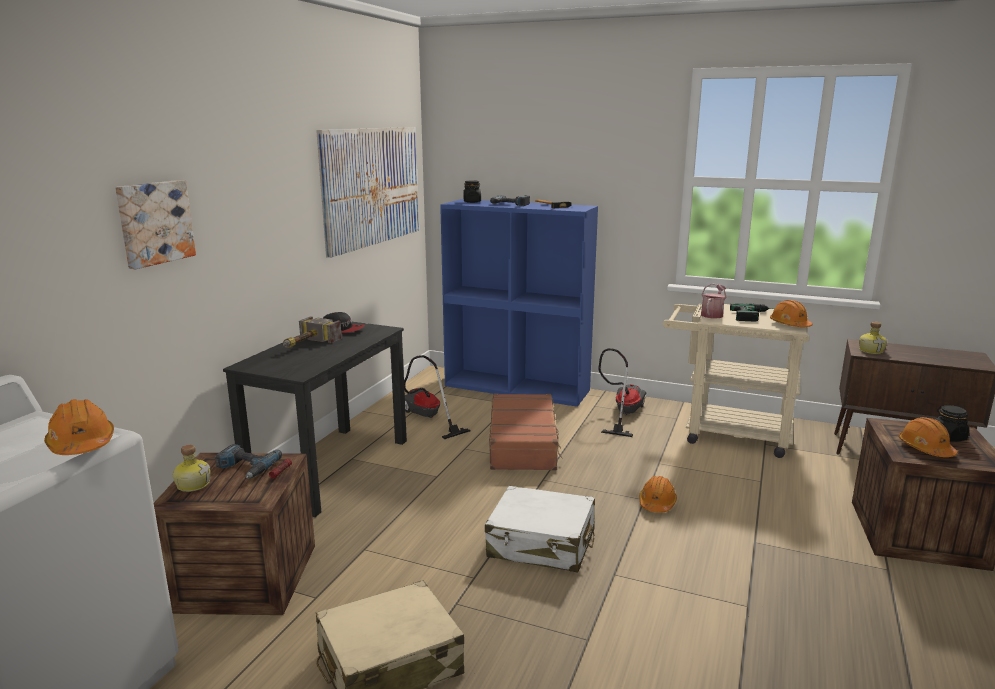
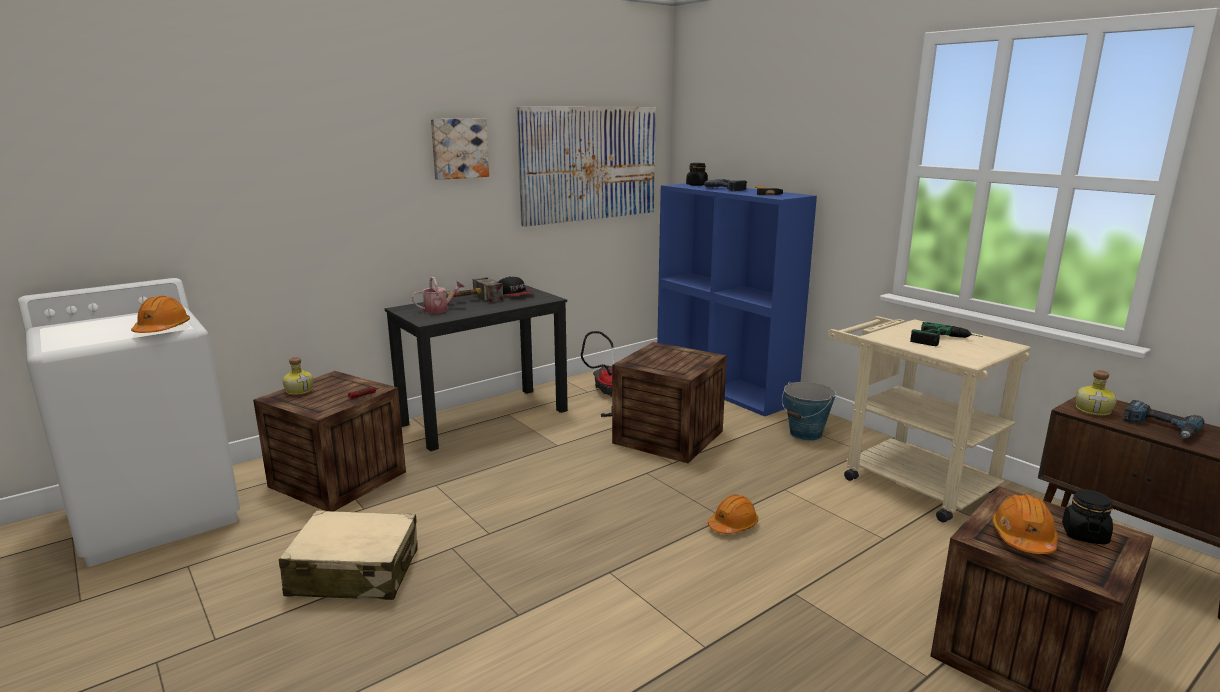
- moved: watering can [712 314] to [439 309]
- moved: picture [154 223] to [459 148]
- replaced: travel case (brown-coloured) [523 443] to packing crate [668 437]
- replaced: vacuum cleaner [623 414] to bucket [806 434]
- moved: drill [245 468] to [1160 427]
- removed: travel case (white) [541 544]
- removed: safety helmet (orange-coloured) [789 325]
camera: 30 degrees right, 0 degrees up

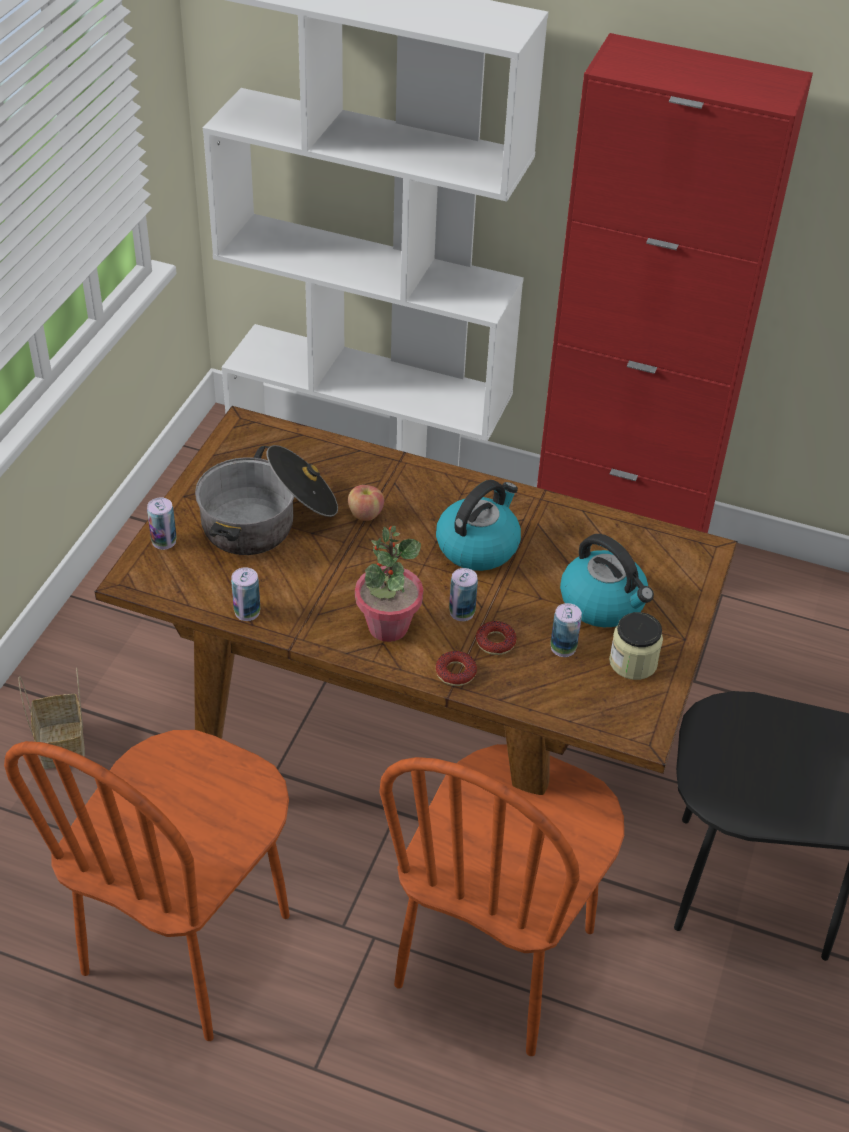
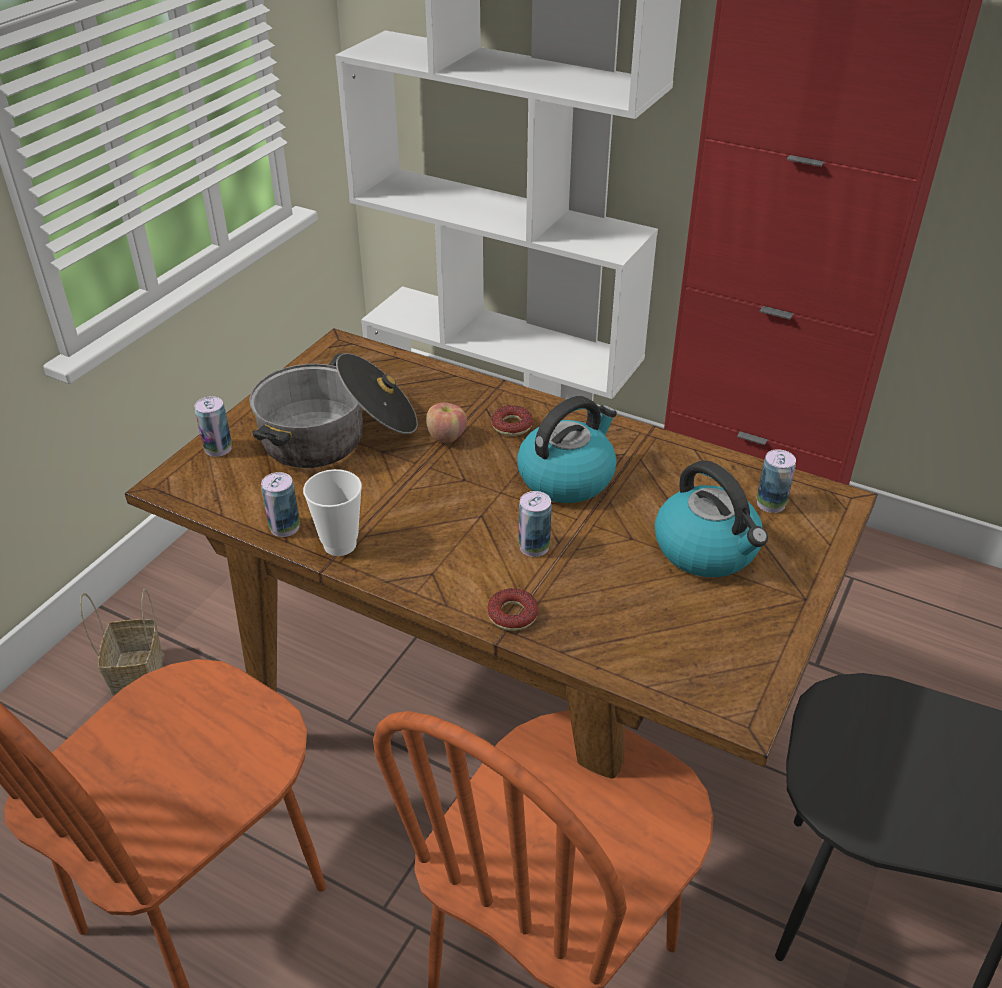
- added: cup [340 544]
- moved: donut [495 642] to [511 425]
- moved: sealed can [563 647] to [770 503]
- removed: plant in a pot [387 626]
- removed: preserve jar [633 662]
camera: 10 degrees right, 5 degrees down

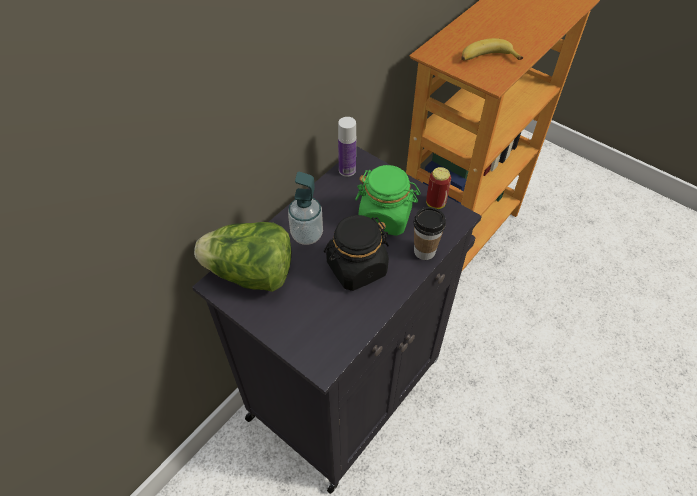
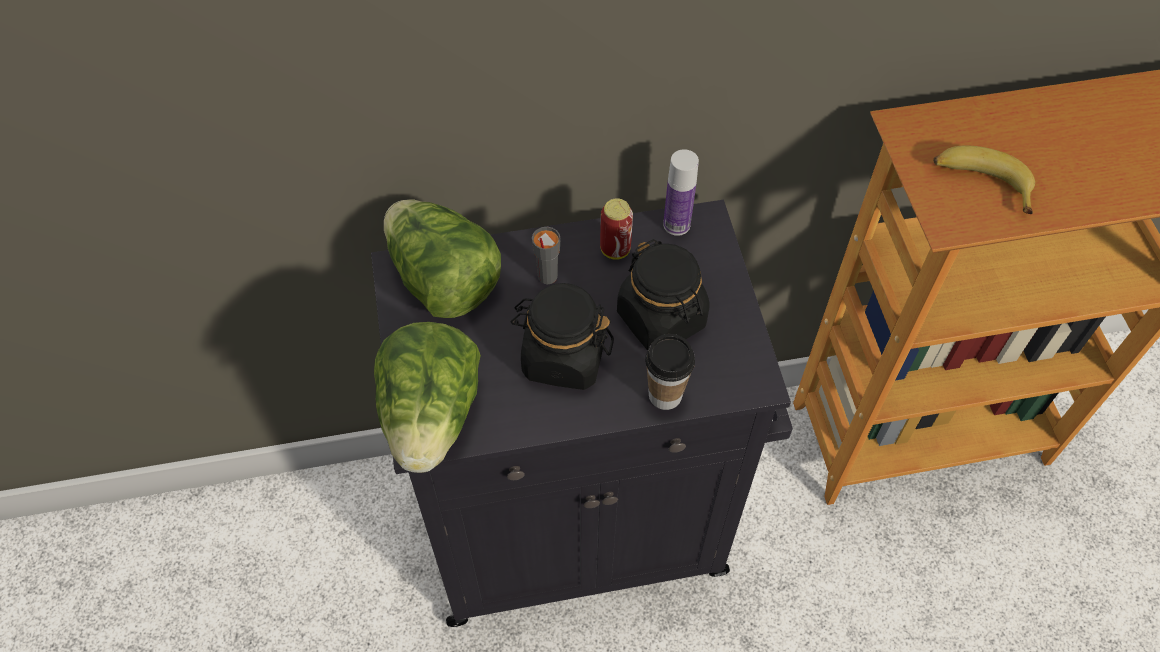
- added: head of lettuce [432 417]
- replaced: soap dispenser [307 235] to cup (gray) [547 276]
- moved: sealed can [435 203] to [615 249]
- recoloured: preserve jar (green-coloured) [385 217] to preserve jar (blackish) [662 318]
camera: 40 degrees right, 5 degrees up

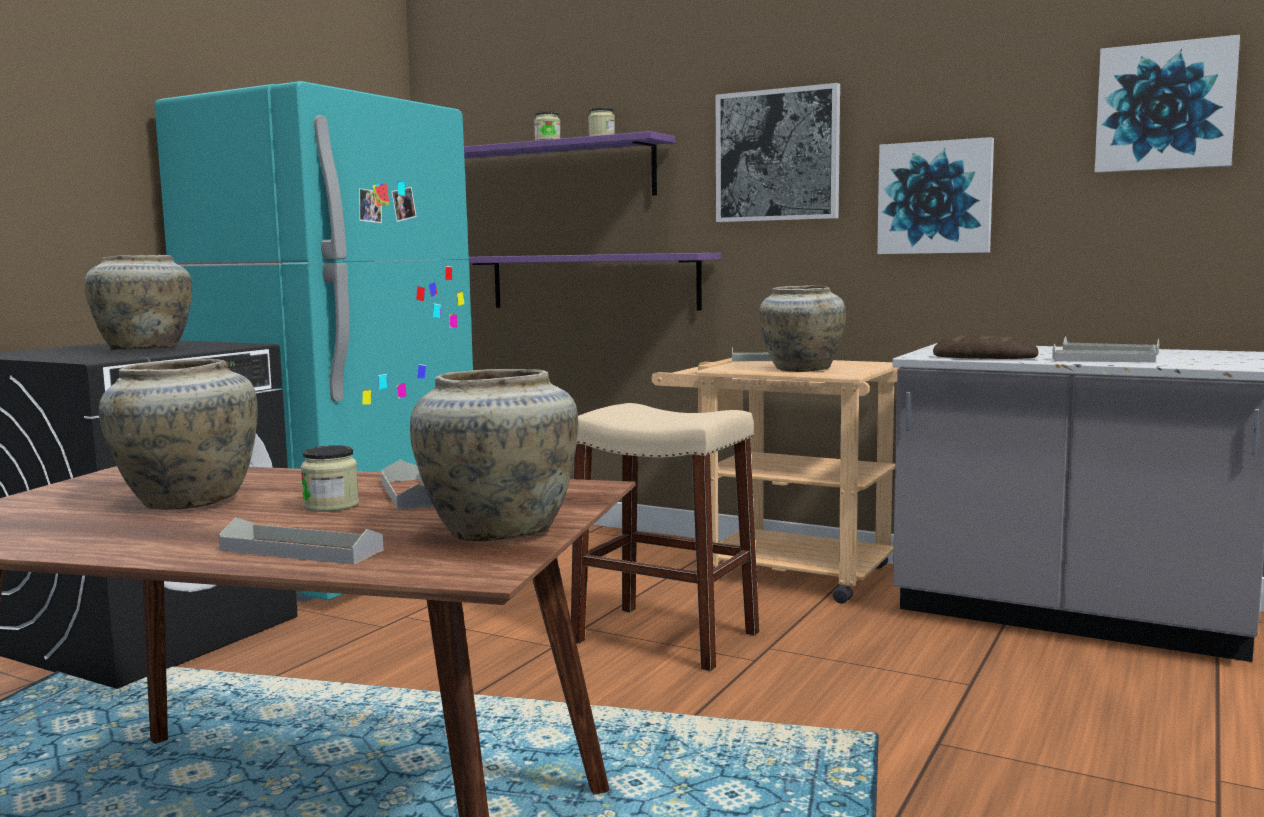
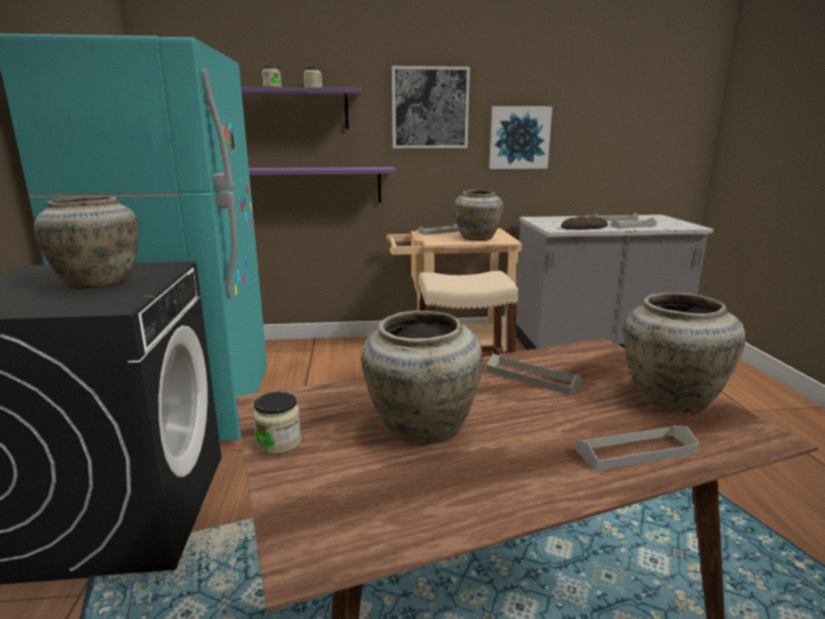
- moved: preserve jar [331 506] to [279 442]
- removed: picture [1165 107]
camera: 35 degrees left, 10 degrees up

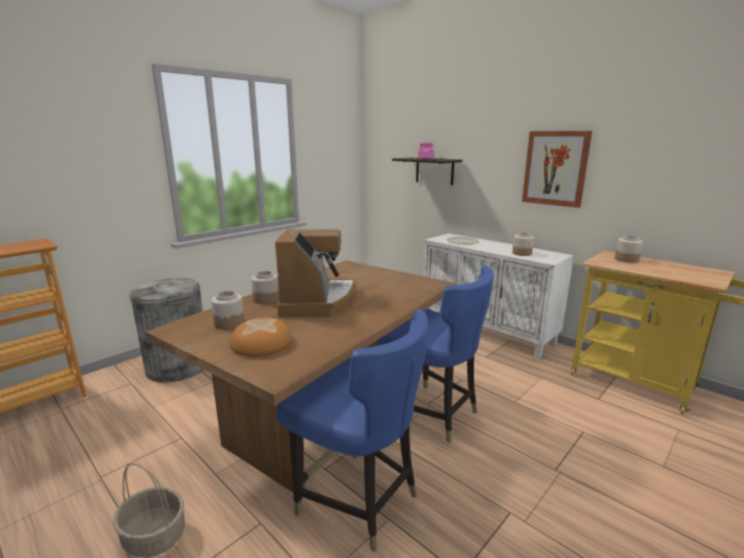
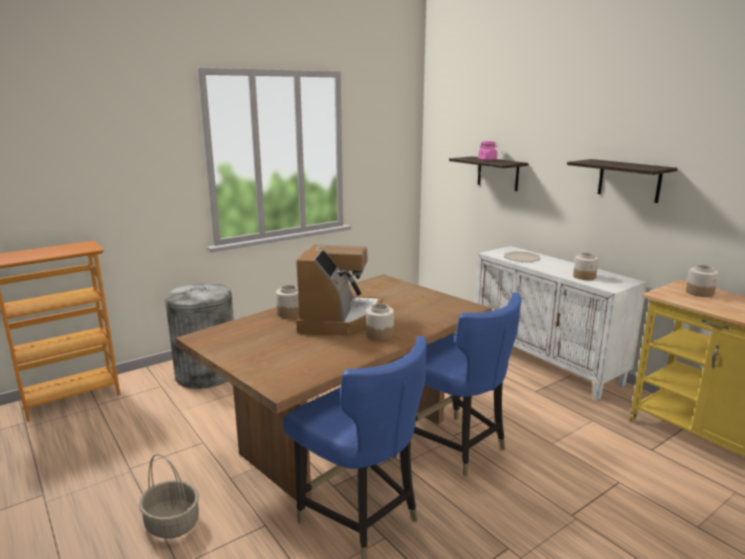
- moved: preserve jar [229 323] to [379 334]
- replaced: picture [555 168] to bracket shelf [629 180]
- removed: bakery bread [261 343]
camera: 10 degrees right, 0 degrees up

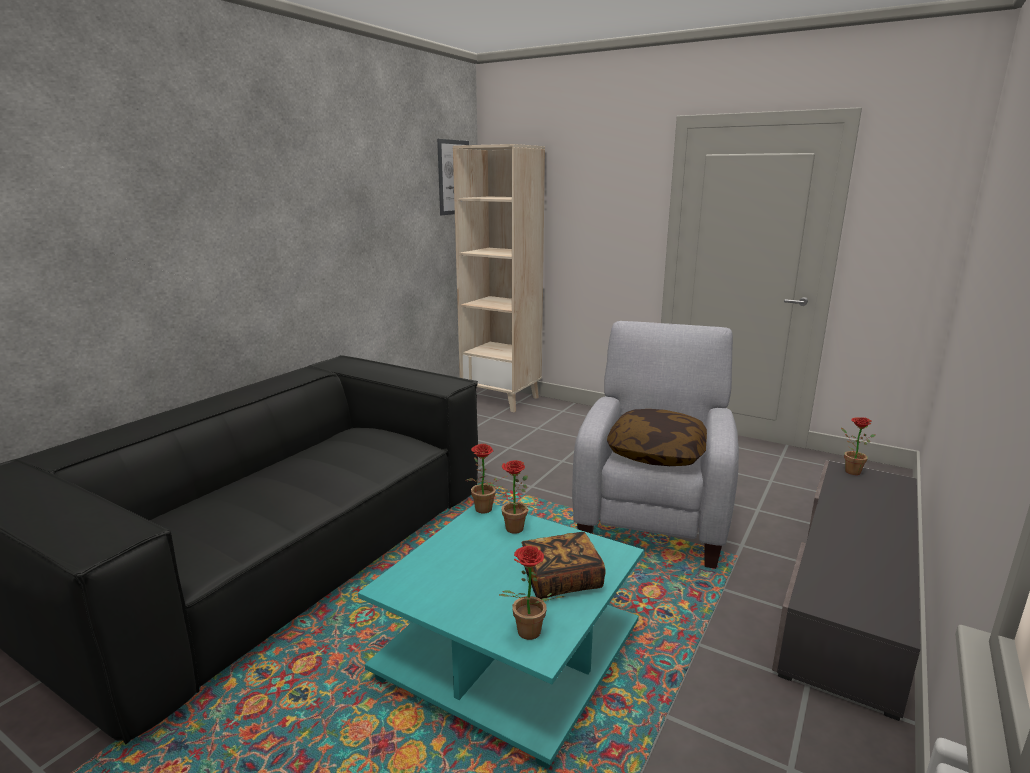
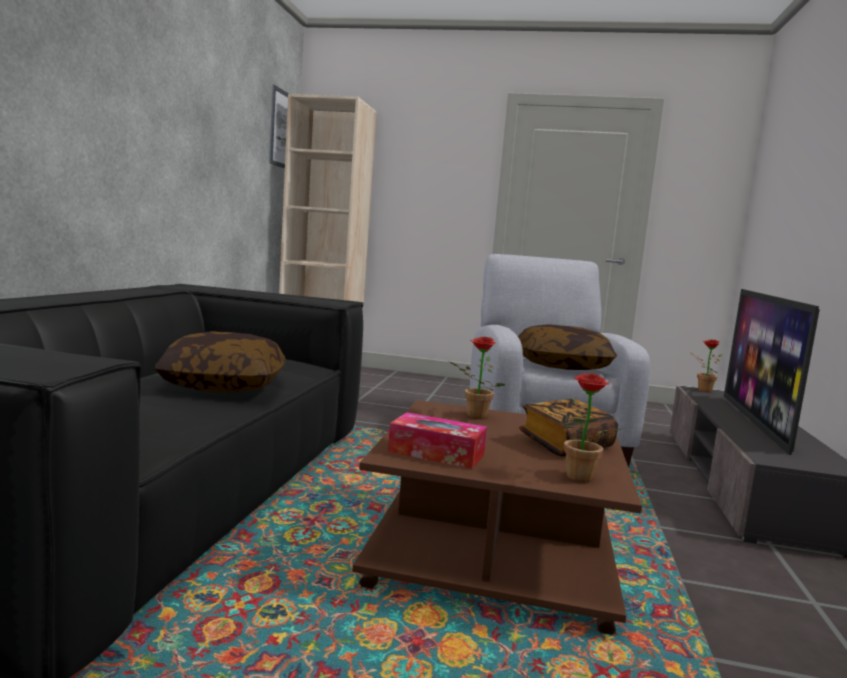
- added: throw pillow [223 385]
- recoloured: low table (turquoise) [508 654] to low table (brown-coloured) [490 551]
- added: tissue holder [436 453]
- added: TV set [756 422]
- removed: plant in a pot [483 511]
camera: 20 degrees left, 10 degrees down

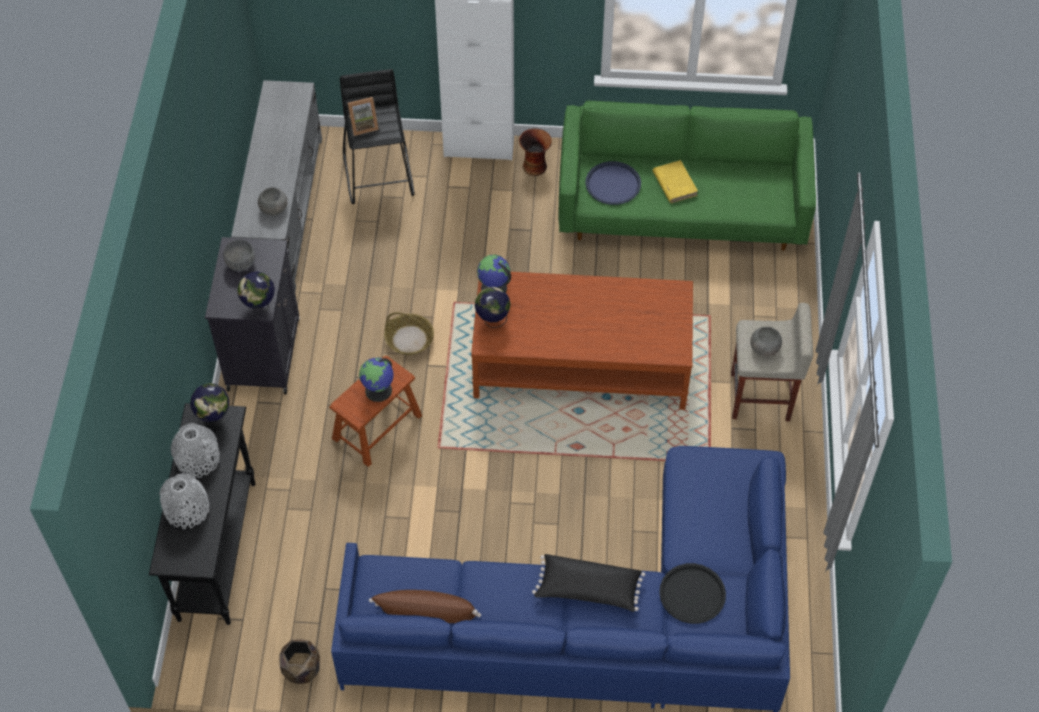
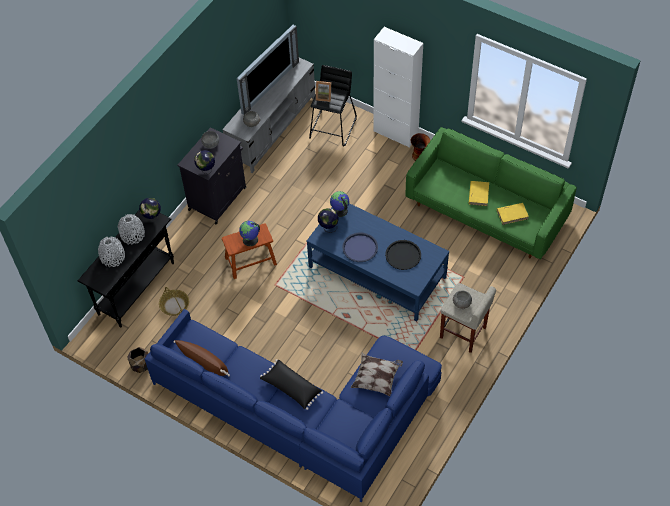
- moved: household basket [409 339] to [174 305]
- added: TV set [268 85]
- recoloured: low table (brown-coloured) [580 362] to low table (bluish) [376 272]
- moved: carrying tray (bluish) [613 184] to [360 248]
- added: throw pillow [377 379]
- moved: carrying tray (blackish) [692 594] to [403 255]
- added: volume (yellow) [512 214]
camera: 30 degrees right, 0 degrees up

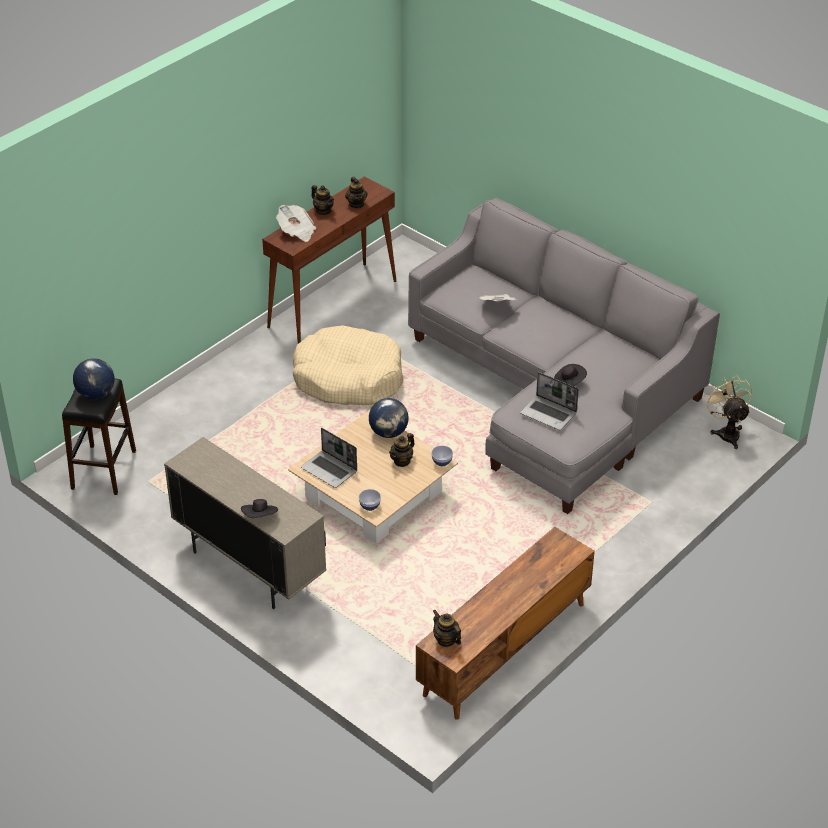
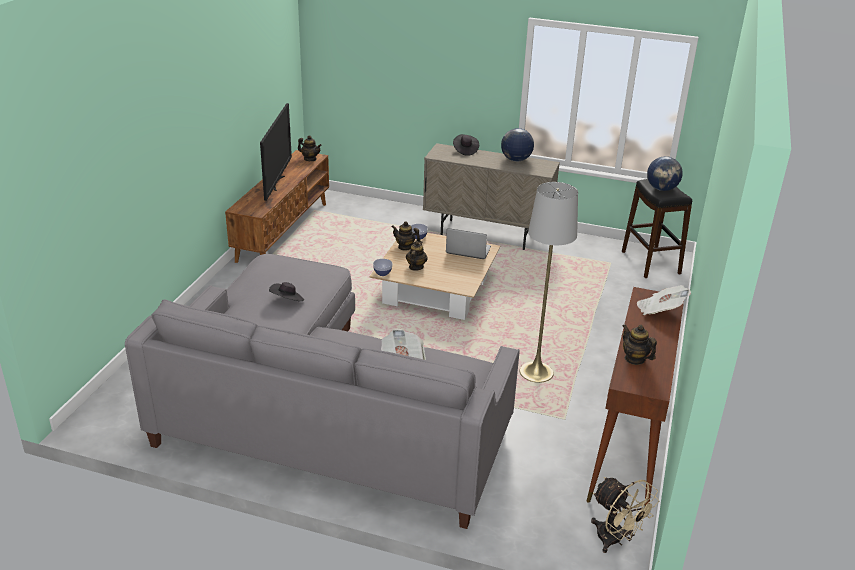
- added: TV set [276 183]
- moved: pot for tea [323 211] to [405 247]
- moved: globe [389 432] to [516 160]
- replaced: dog bed (beige) [348 378] to standing lamp (gray) [536 373]
- moved: fan (beige) [727 432] to [615 540]
- removed: notebook computer [549 414]
camera: 155 degrees right, 10 degrees down

